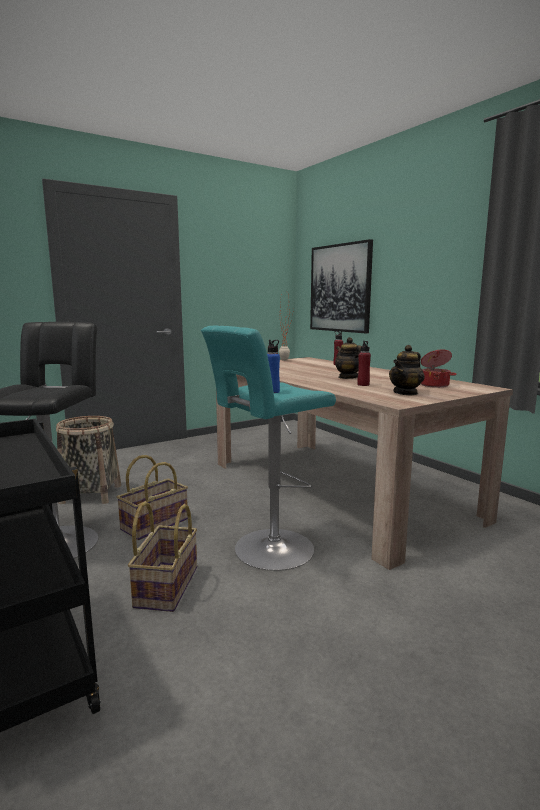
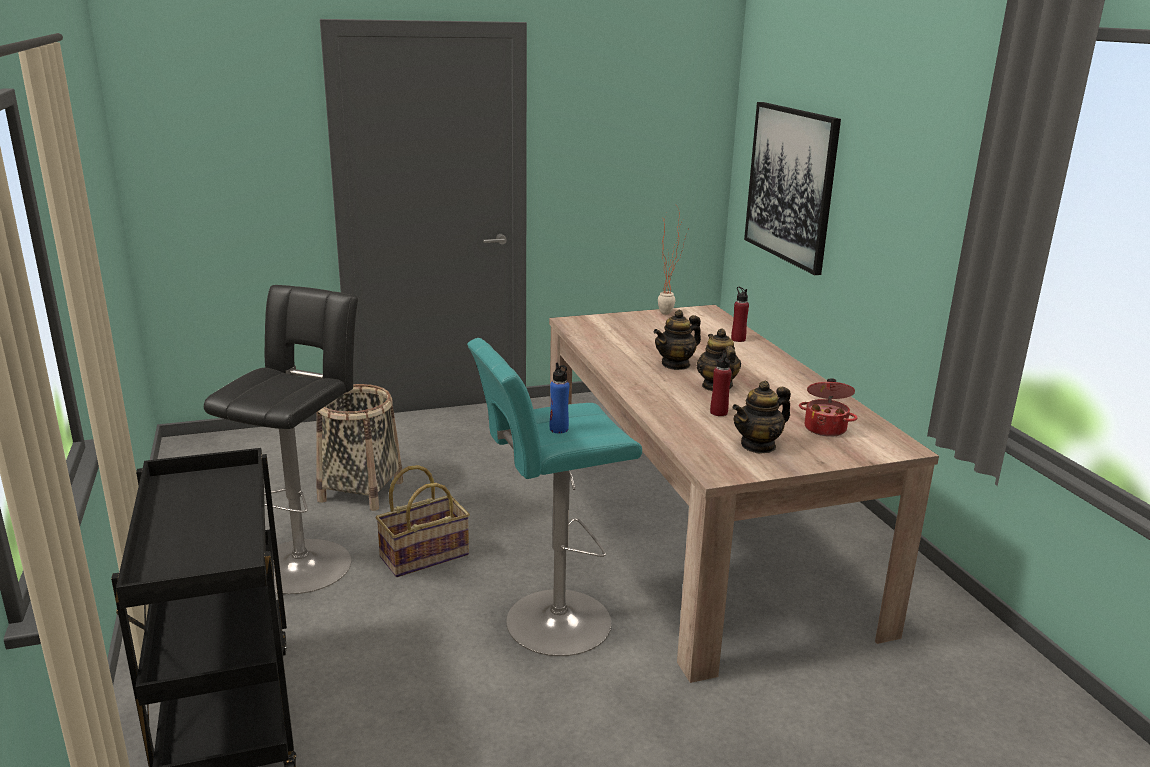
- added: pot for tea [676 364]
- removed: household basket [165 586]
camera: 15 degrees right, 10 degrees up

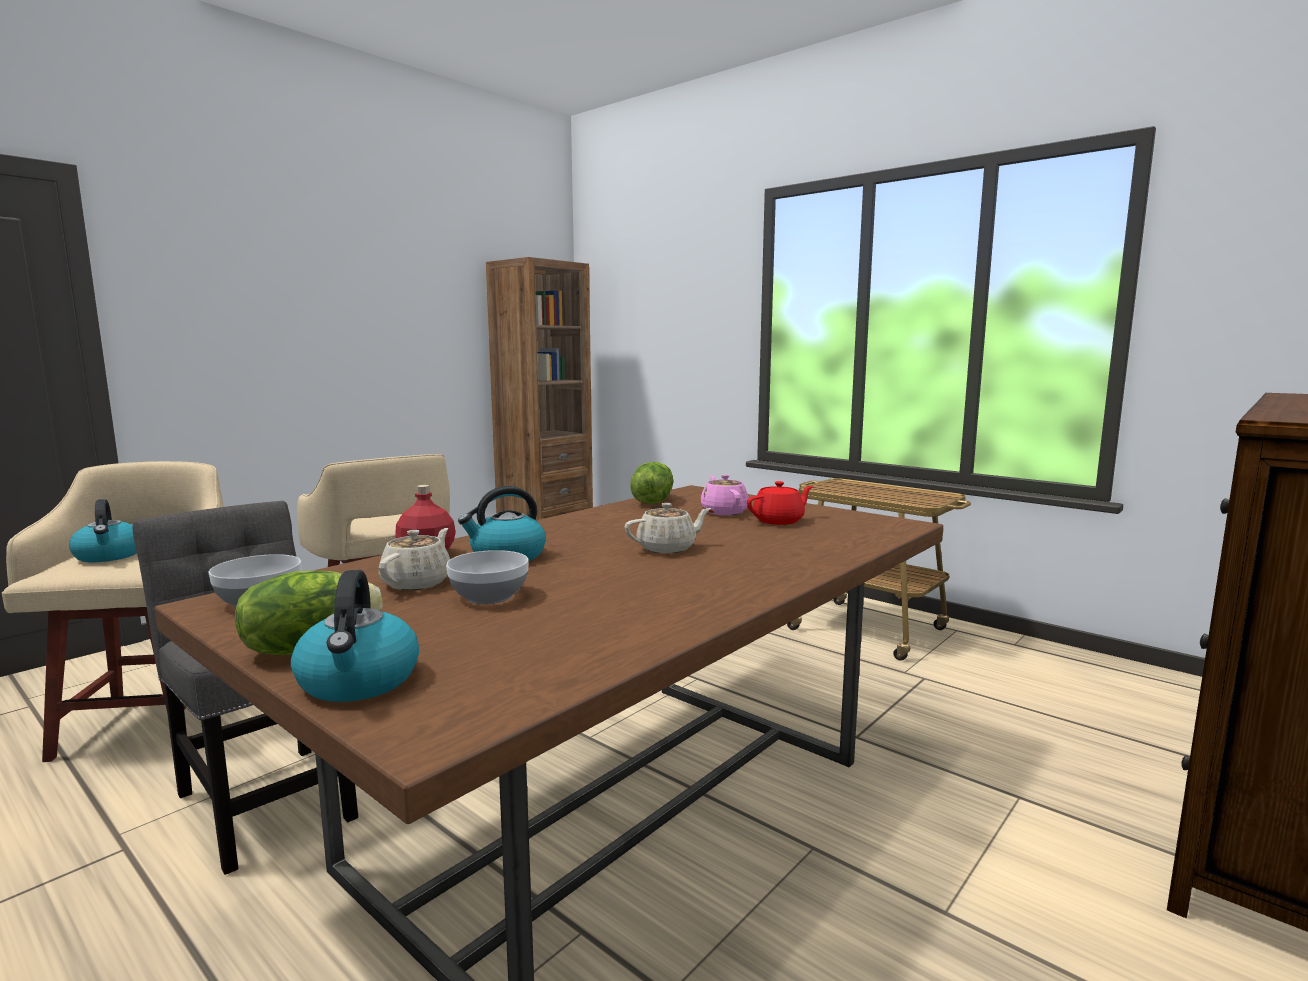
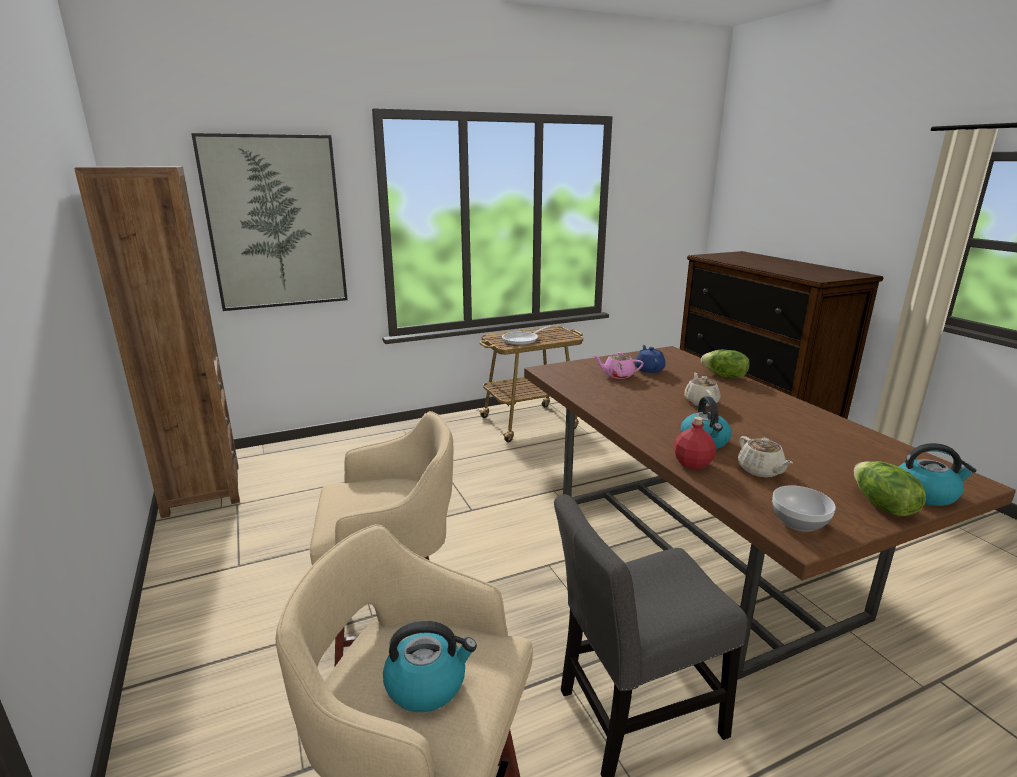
- added: picture [276 223]
- added: pan [523 340]
- recoloured: pot for tea (red) [779 521] to pot for tea (bluish) [649 369]
- moved: head of lettuce [652 501] to [724 376]
- turned: pot for tea (beige) [418 582] = [760 471] 150 degrees counterclockwise
- removed: deep dish [490 596]
camera: 65 degrees left, 10 degrees up

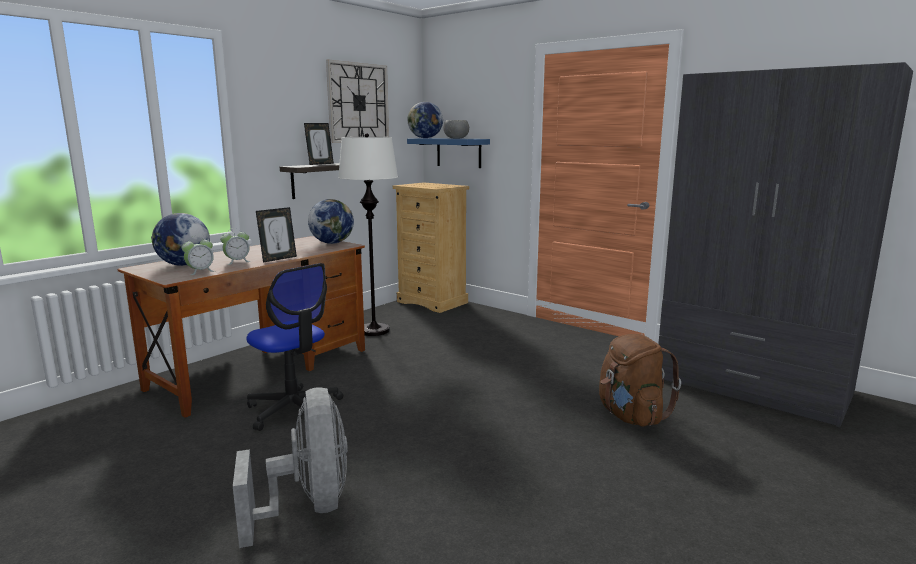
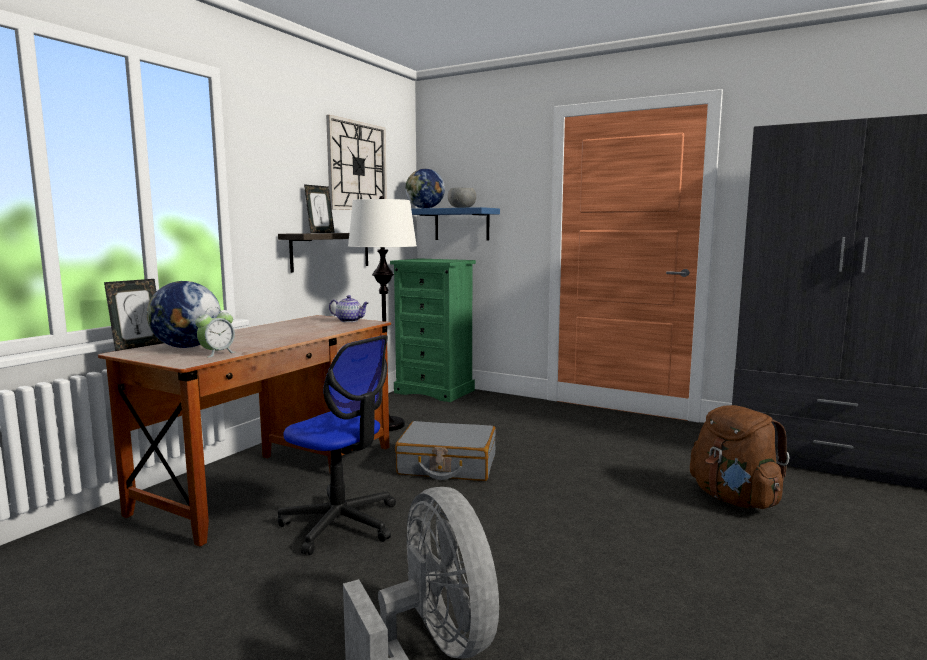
- moved: photo frame [278 259] to [138 346]
- replaced: globe [332 243] to pot for tea [350 321]
- recoloured: drawer chest (beige) [432 302] to drawer chest (green-coloured) [435 391]
- added: travel case (gray) [447 465]
- removed: table clock [237 262]
camera: 10 degrees left, 5 degrees down

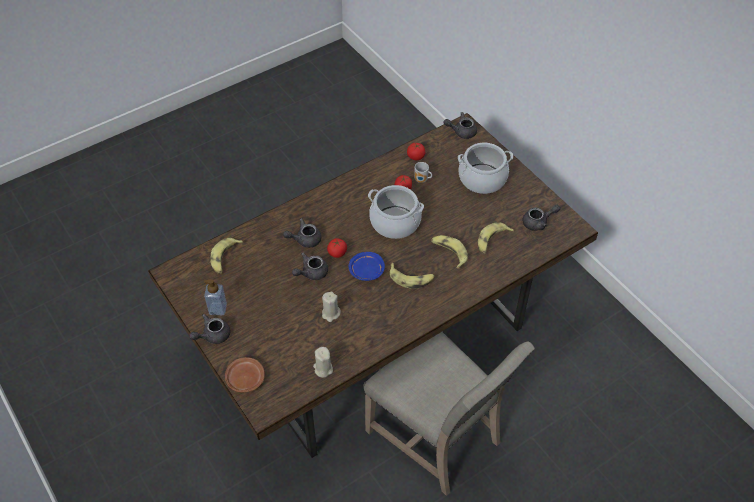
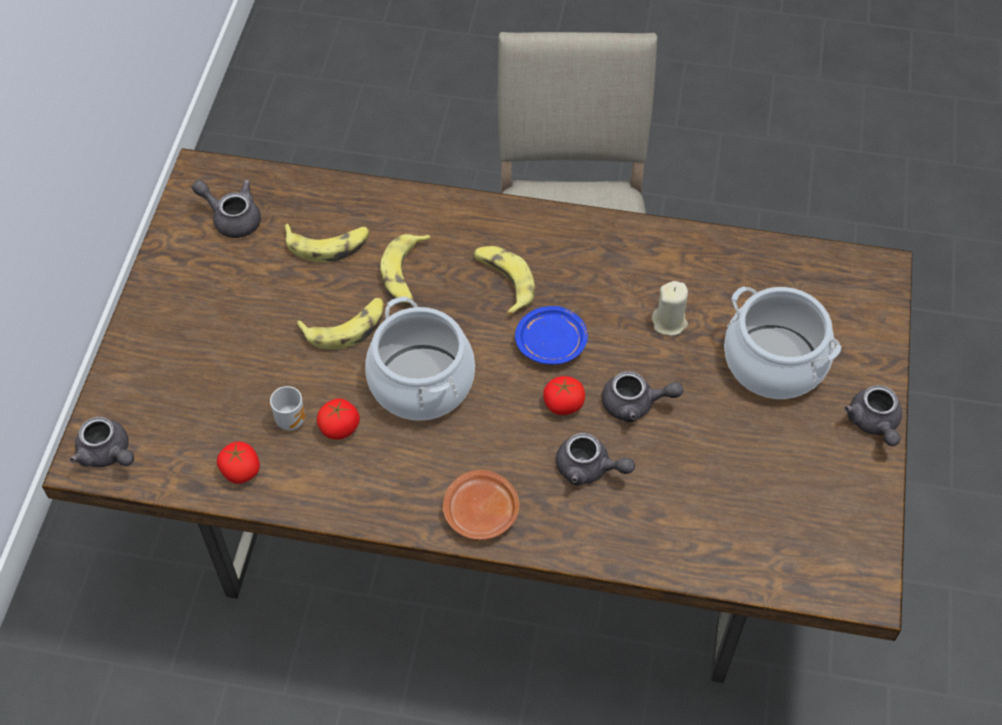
- moved: banana [225 258] to [346 327]
- moved: flat dish (brown-coloured) [245 378] to [481 513]
- moved: saucepot [482 179] to [774 361]
- turned: pot for tea (gray) [212 335] = [874 423] 75 degrees clockwise
- removed: soap dispenser [217 309]
- removed: wax candle (beige) [323 369]
camera: 135 degrees left, 5 degrees up

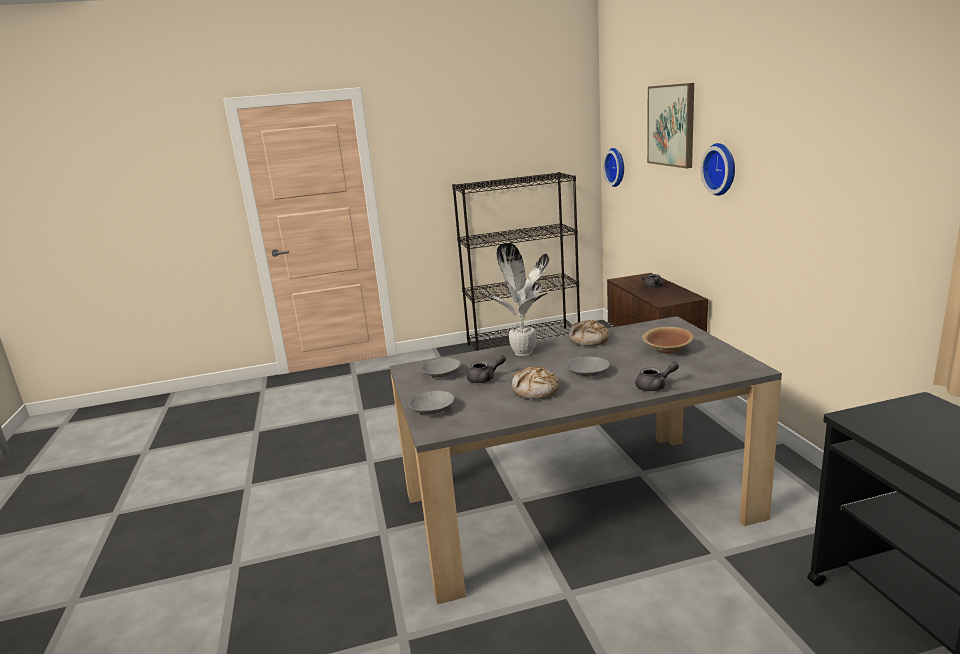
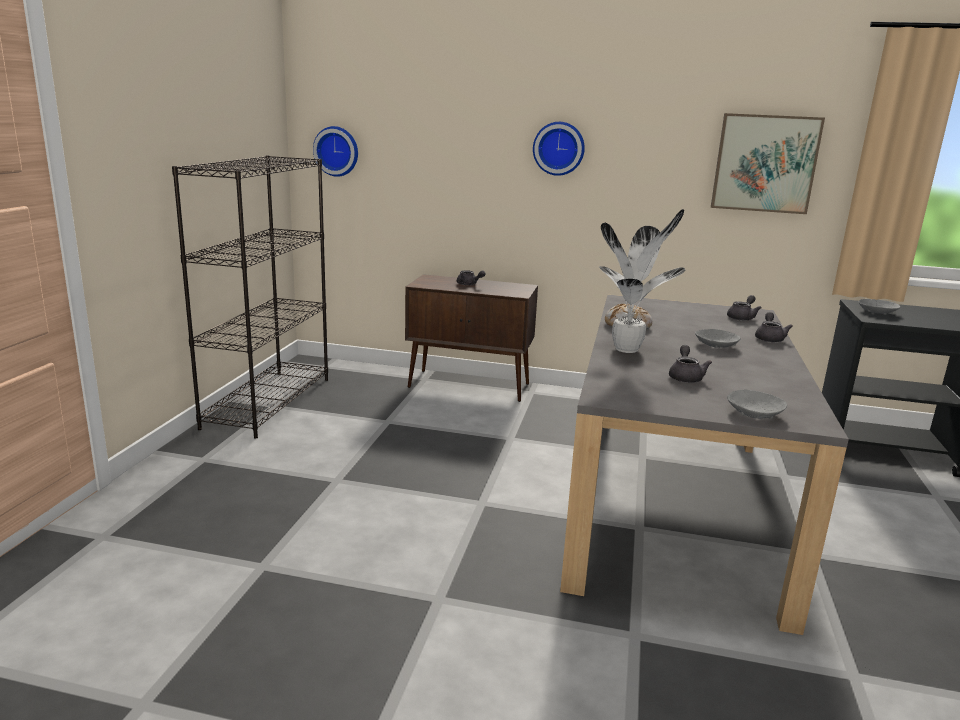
- moved: picture [671 125] to [765 163]
- added: pot for tea (gray) [742 317]
- moved: deep dish (gray) [442 374] to [877 312]
- removed: bakery bread [536 391]
- removed: deep dish (brown-coloured) [667 350]
camera: 65 degrees left, 0 degrees up

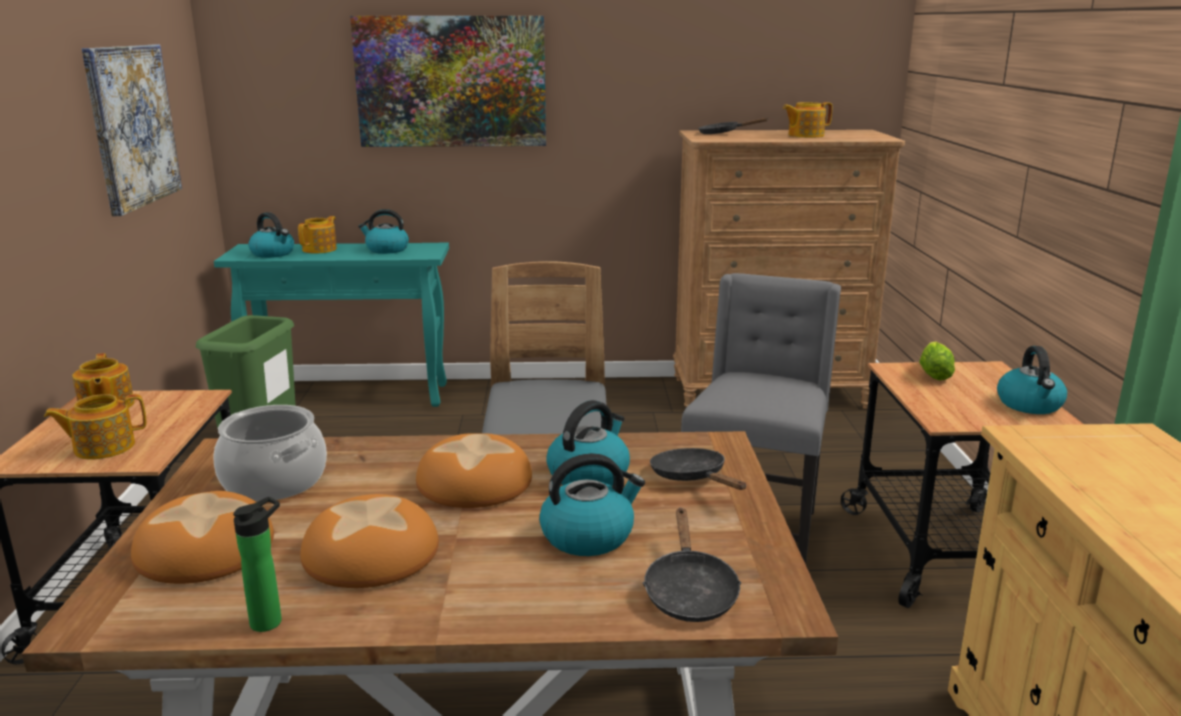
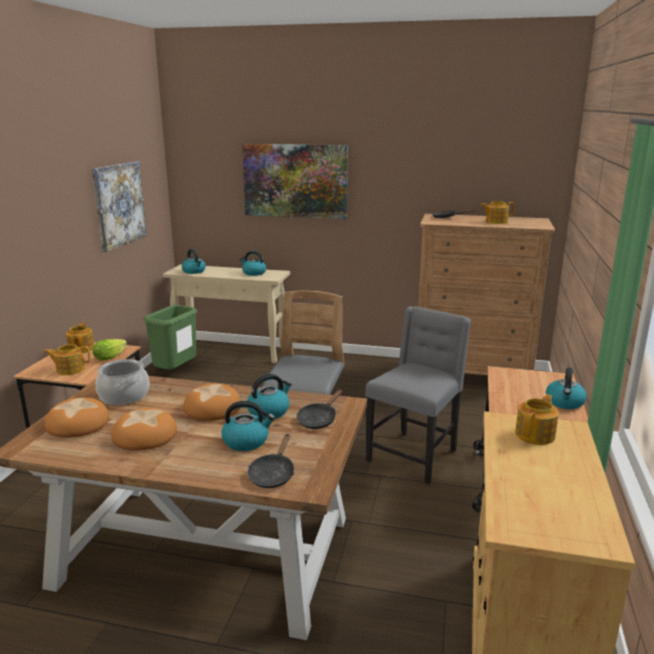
- moved: head of lettuce [934 373] to [112 356]
- recoloured: console table (turquoise) [351 396] to console table (beige) [232 352]
- turned: pan (blackish) [692 478] = [319 419] 135 degrees counterclockwise
- moved: pot for tea [320 249] to [535 435]
- removed: bottle [270 620]
camera: 15 degrees right, 0 degrees up

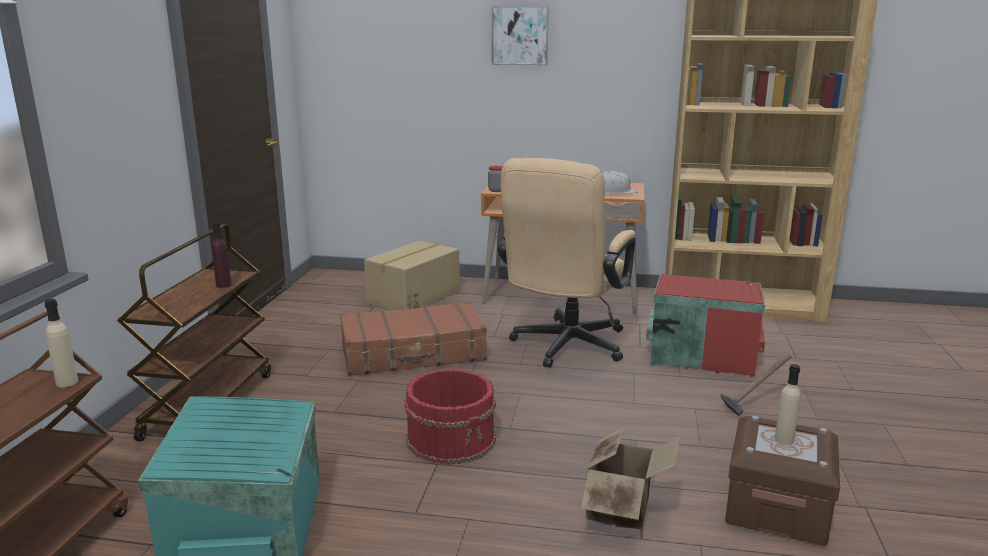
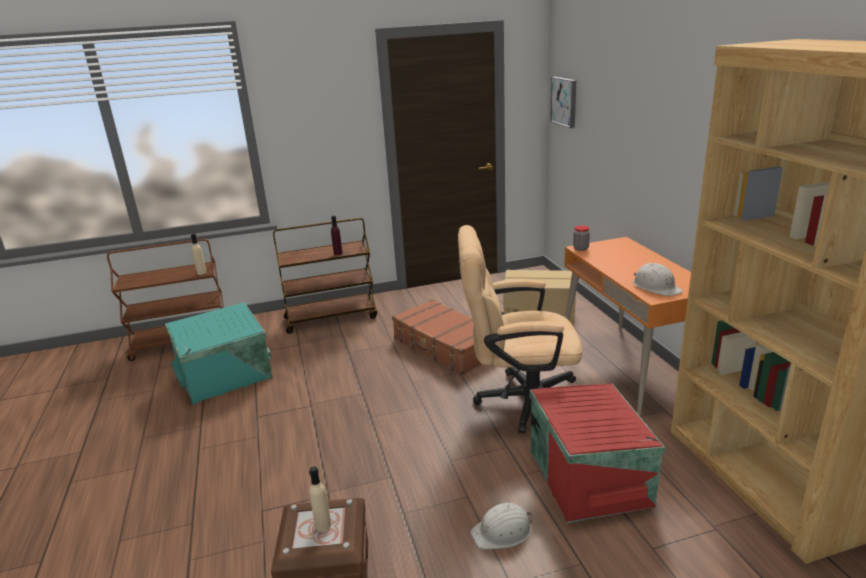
- replaced: hammer [752 405] to safety helmet (white) [502 531]
- moved: picture [520 35] to [564 101]
- removed: bucket (red) [452 439]
- removed: packing box [624 510]
camera: 65 degrees right, 5 degrees up

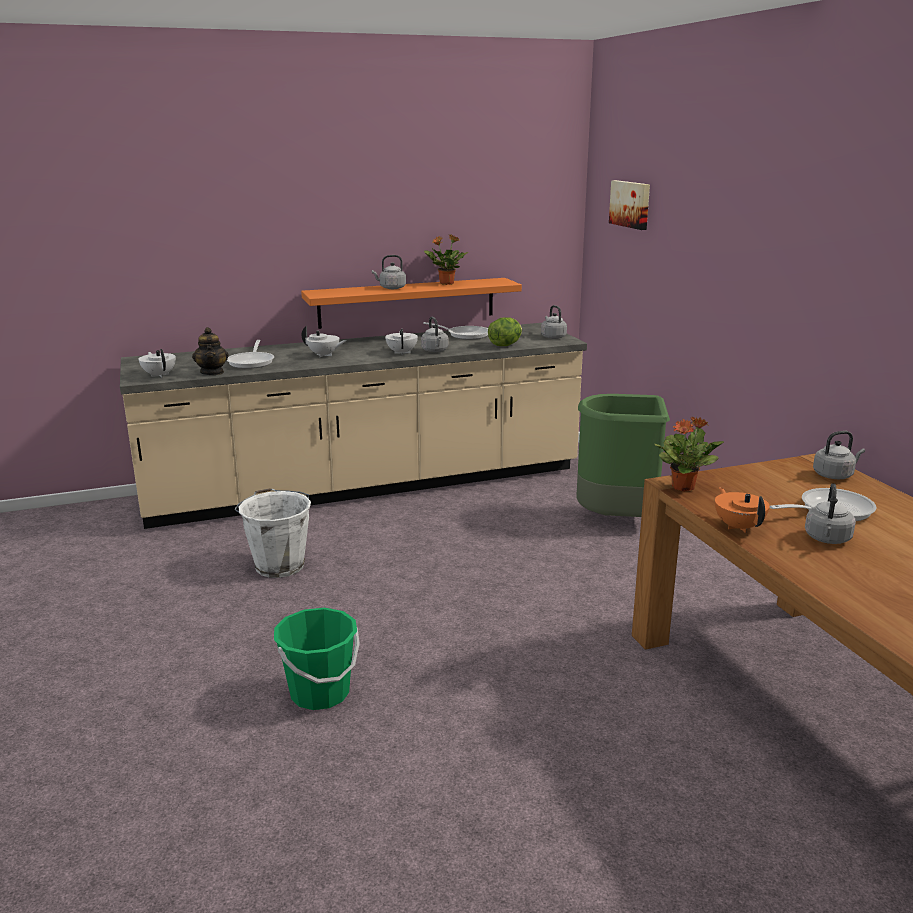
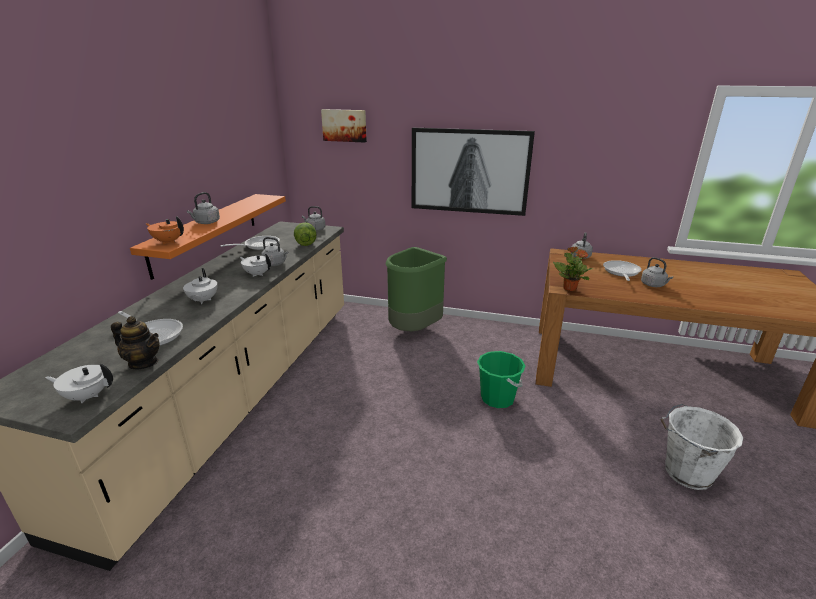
- moved: pot for tea (orange-coloured) [738 527] to [168 241]
- turned: pot for tea (white) [324 355] = [203 300] 120 degrees clockwise
- added: picture [469 171]
- moved: bucket (green-coloured) [320 693] to [497 398]
- moved: bucket (white) [279 565] to [686 472]
- removed: plant in a pot [446 283]
camera: 55 degrees left, 5 degrees up

